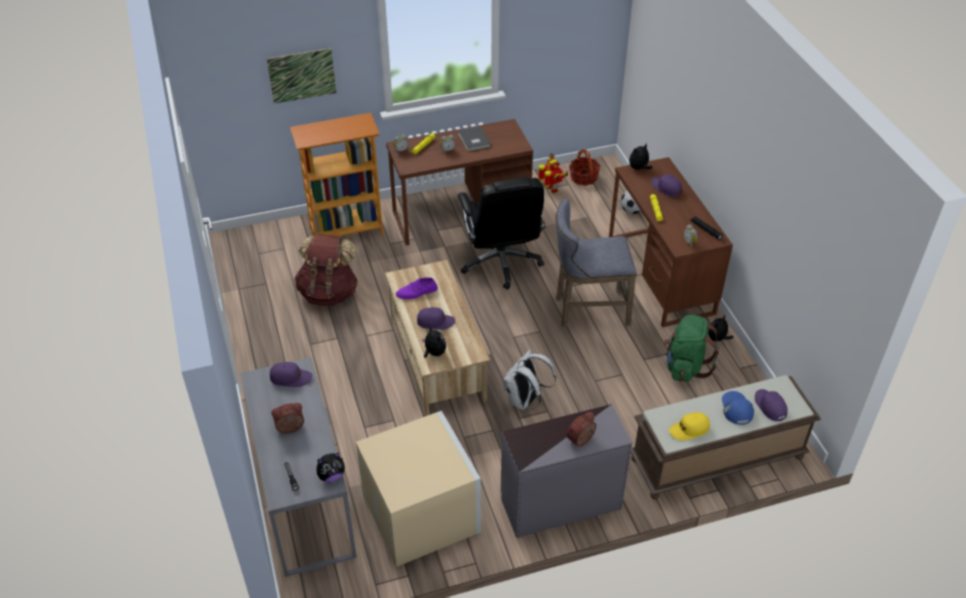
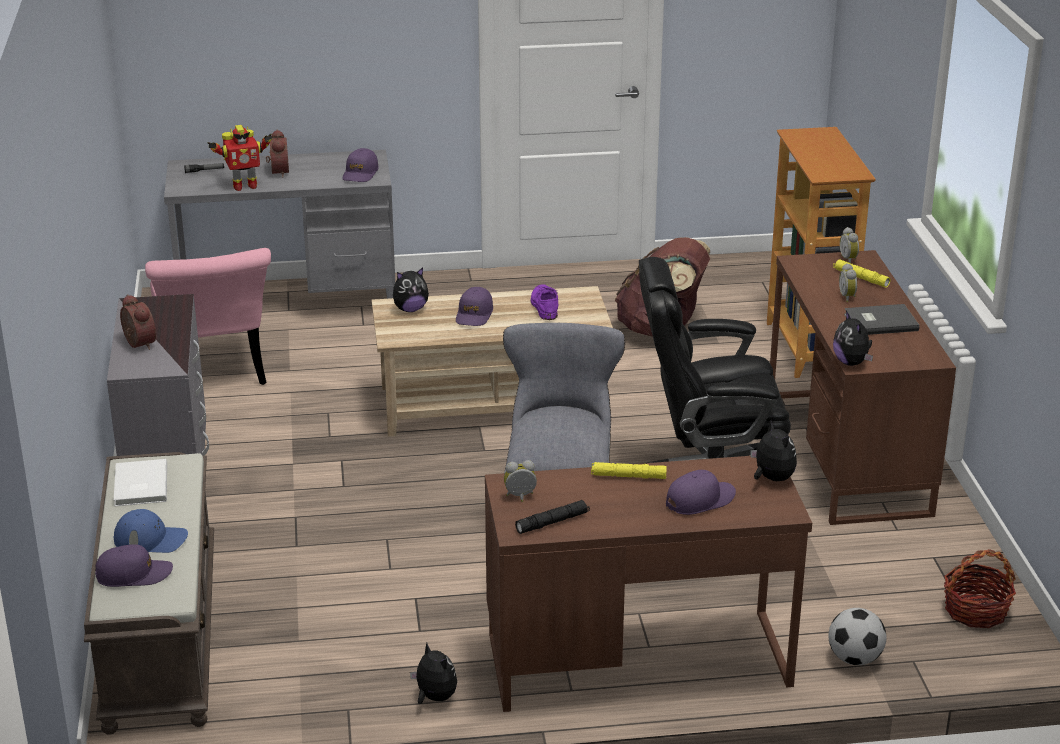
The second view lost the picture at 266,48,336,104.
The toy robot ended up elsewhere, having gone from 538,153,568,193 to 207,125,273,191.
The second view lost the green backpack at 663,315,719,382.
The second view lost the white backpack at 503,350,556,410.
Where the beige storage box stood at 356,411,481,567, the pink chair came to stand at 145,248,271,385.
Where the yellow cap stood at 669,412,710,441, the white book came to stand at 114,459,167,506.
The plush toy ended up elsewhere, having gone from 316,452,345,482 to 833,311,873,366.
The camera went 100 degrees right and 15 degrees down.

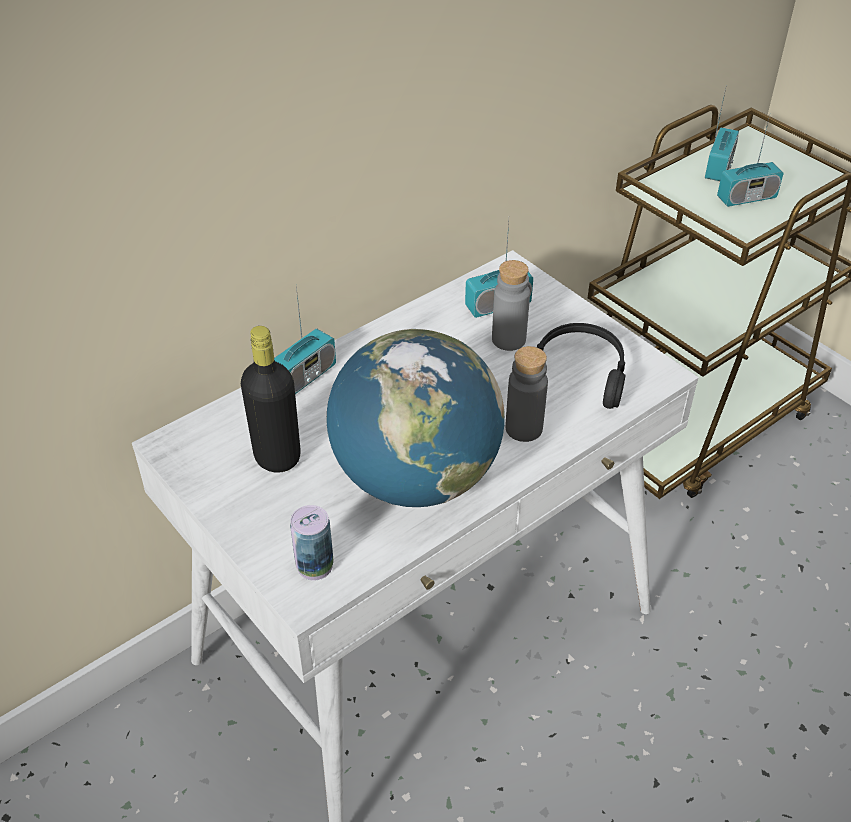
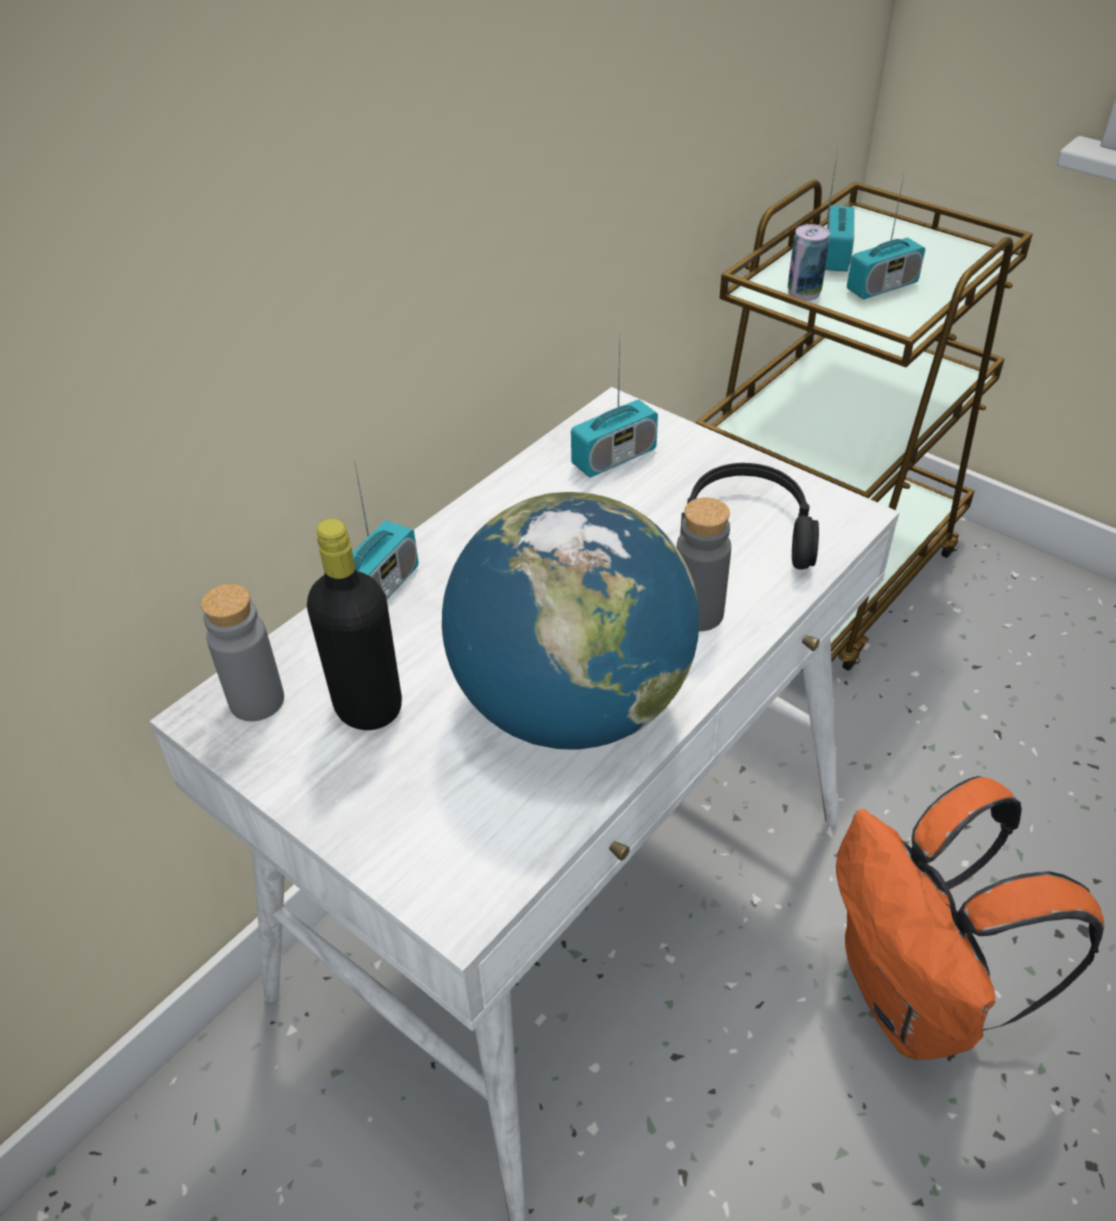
The grey bottle ended up elsewhere, having gone from 492,260,530,351 to 201,584,284,721.
The can ended up elsewhere, having gone from 290,505,334,581 to 788,224,830,301.
The second view gained the orange backpack at 836,776,1105,1060.
The camera went 10 degrees left and 0 degrees up.

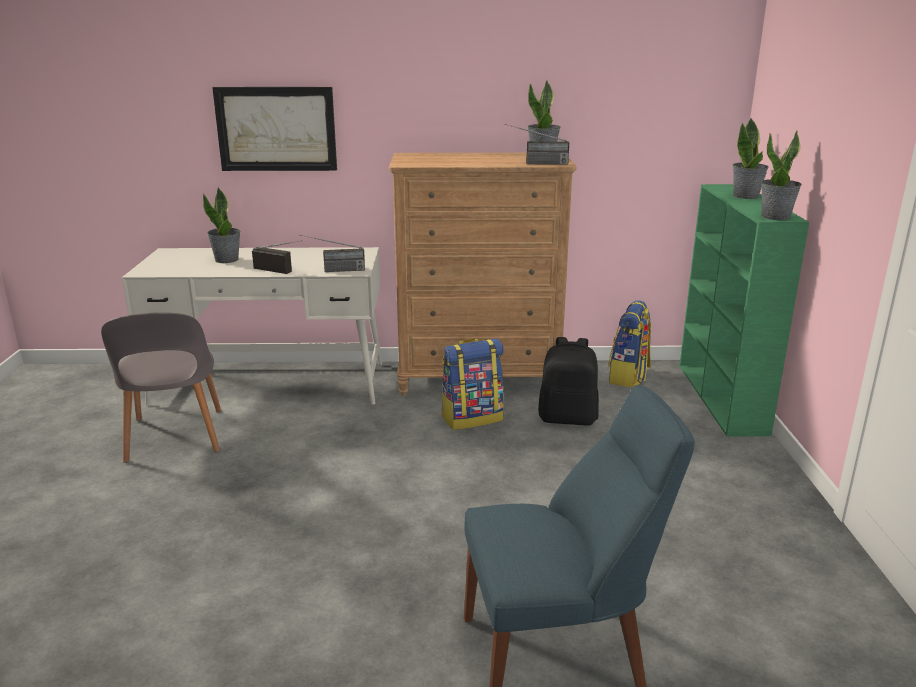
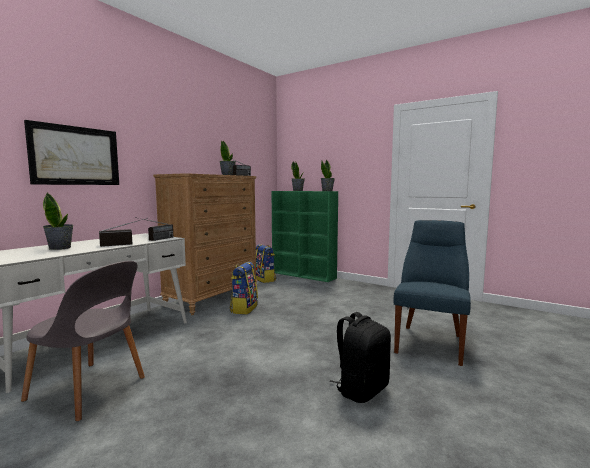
The black backpack ended up elsewhere, having gone from 538,337,599,426 to 329,312,391,403.
The camera went 55 degrees left and 15 degrees down.

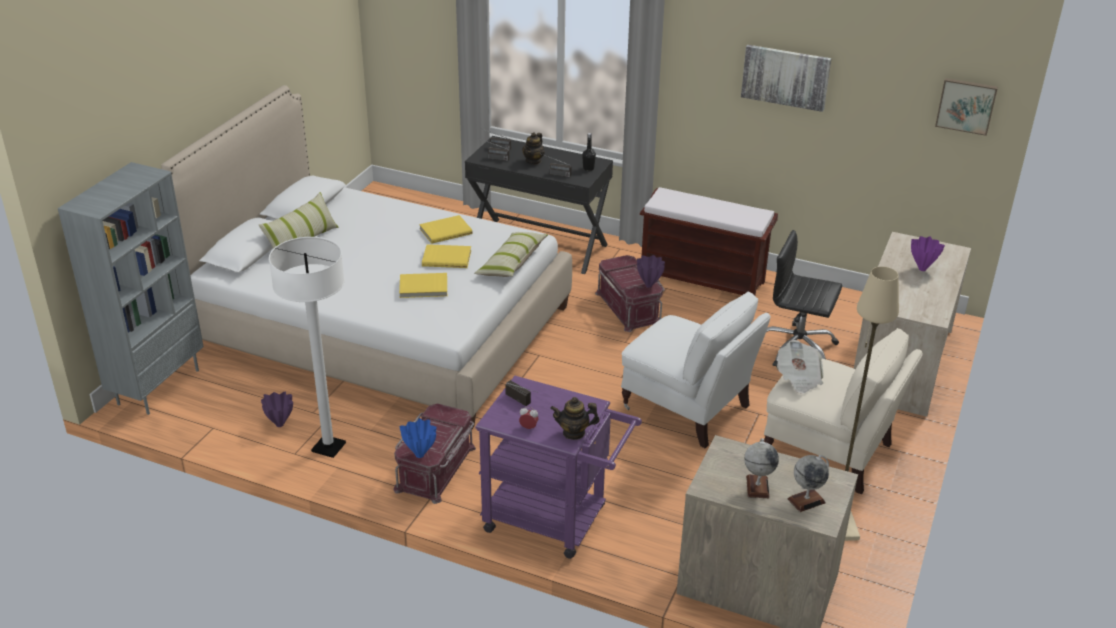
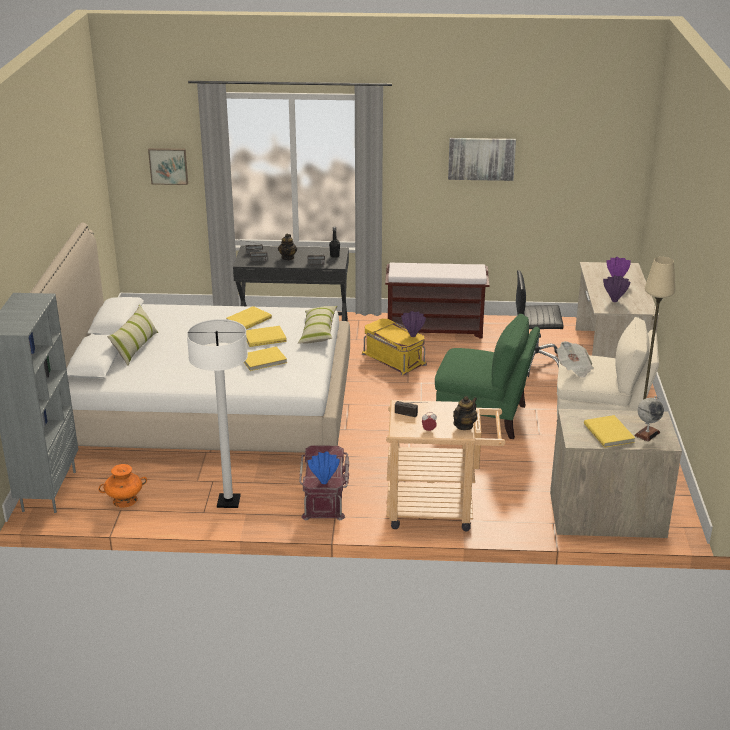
The picture ended up elsewhere, having gone from 935,78,998,136 to 148,148,188,185.
What was the red storage box at 595,255,665,332 turned into the yellow storage box at 362,319,427,375.
What was the white armchair at 621,291,770,449 turned into the green armchair at 435,313,540,439.
What was the purple cart at 475,376,642,559 turned into the beige cart at 386,400,505,531.
The purple vase ended up elsewhere, having gone from 261,392,293,427 to 603,275,631,302.
The teapot at 550,397,600,440 ended up facing another way, 150 degrees clockwise from before.
Where the globe stood at 744,438,779,498, the yellow book came to stand at 584,415,635,448.
The second view gained the orange vase at 99,464,147,508.
The camera went 20 degrees left and 5 degrees down.

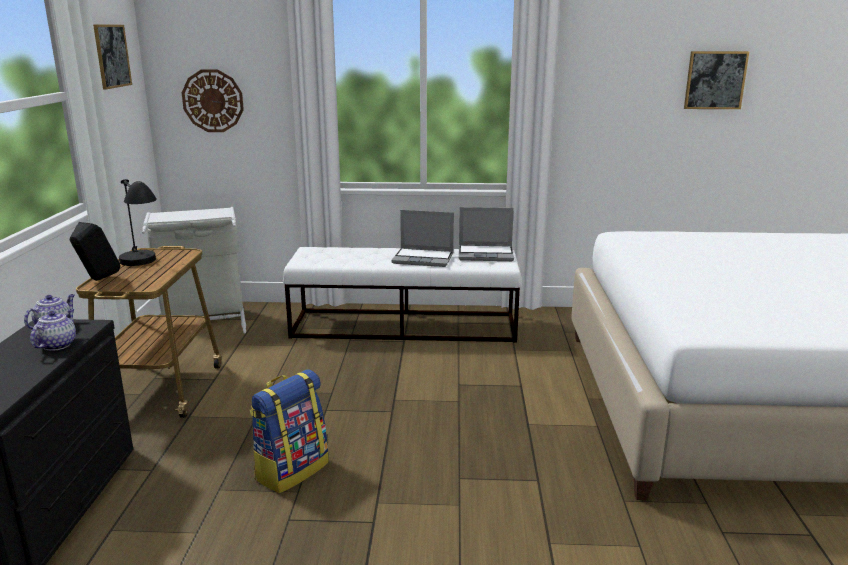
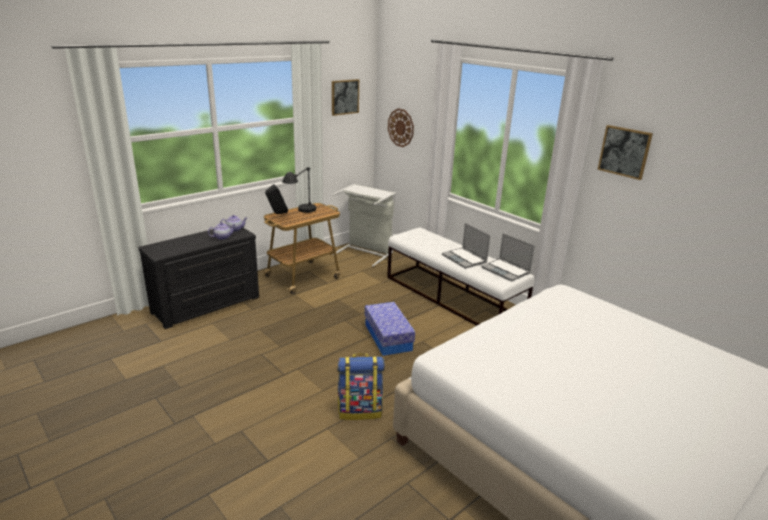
The picture ended up elsewhere, having gone from 684,51,749,109 to 597,125,653,180.
The backpack ended up elsewhere, having gone from 250,369,329,493 to 337,353,384,420.
The second view gained the storage box at 365,302,415,356.
The camera went 45 degrees right and 5 degrees up.

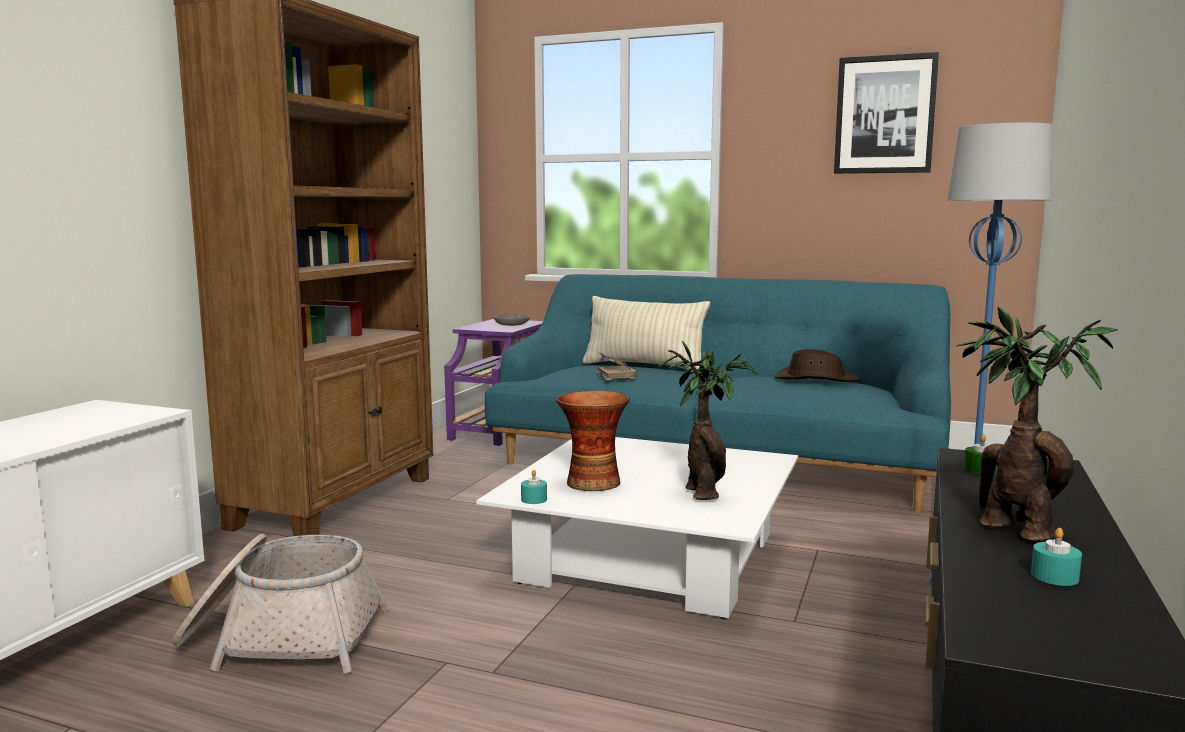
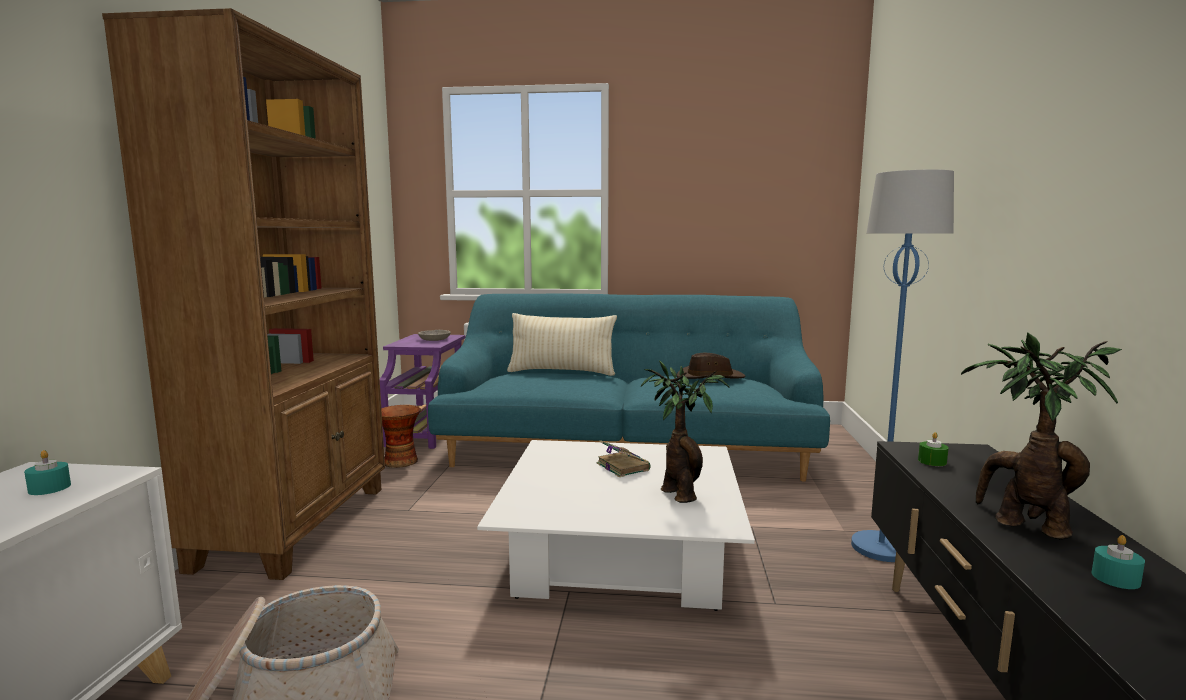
The second view lost the picture at 834,52,939,174.
The book ended up elsewhere, having gone from 596,352,638,380 to 596,440,651,477.
The vase ended up elsewhere, having gone from 556,391,630,491 to 381,405,421,468.
The turquoise candle ended up elsewhere, having gone from 521,470,547,504 to 24,450,71,495.
The camera went 15 degrees left and 0 degrees up.

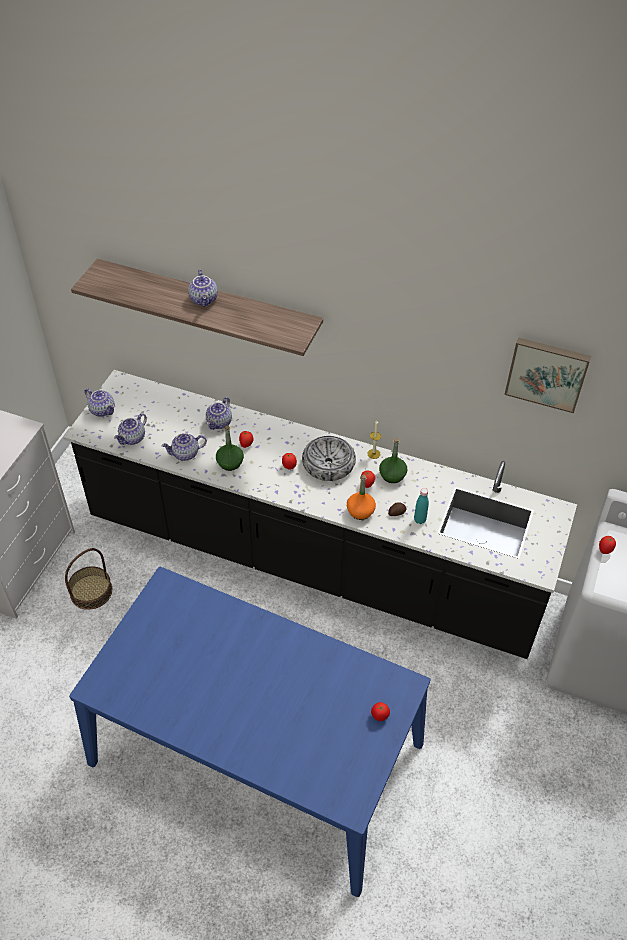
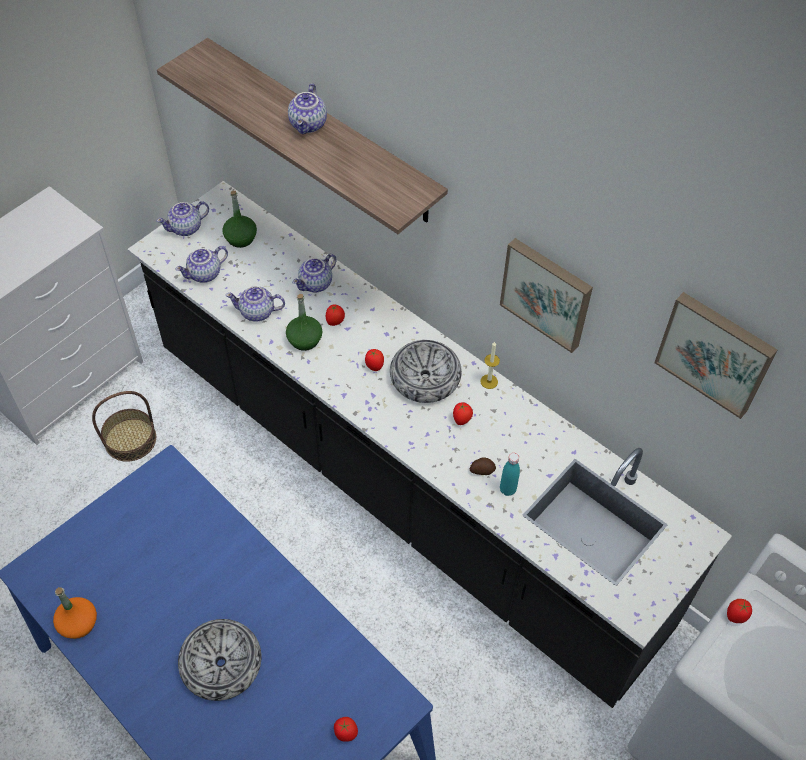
The teapot at 84,388,115,417 ended up facing another way, 90 degrees clockwise from before.
The green bottle ended up elsewhere, having gone from 379,438,407,483 to 222,191,257,248.
The orange bottle ended up elsewhere, having gone from 347,474,376,520 to 53,587,97,639.
The second view gained the picture at 500,238,593,353.
The second view gained the bowl at 178,619,261,701.
The camera went 20 degrees right and 5 degrees up.

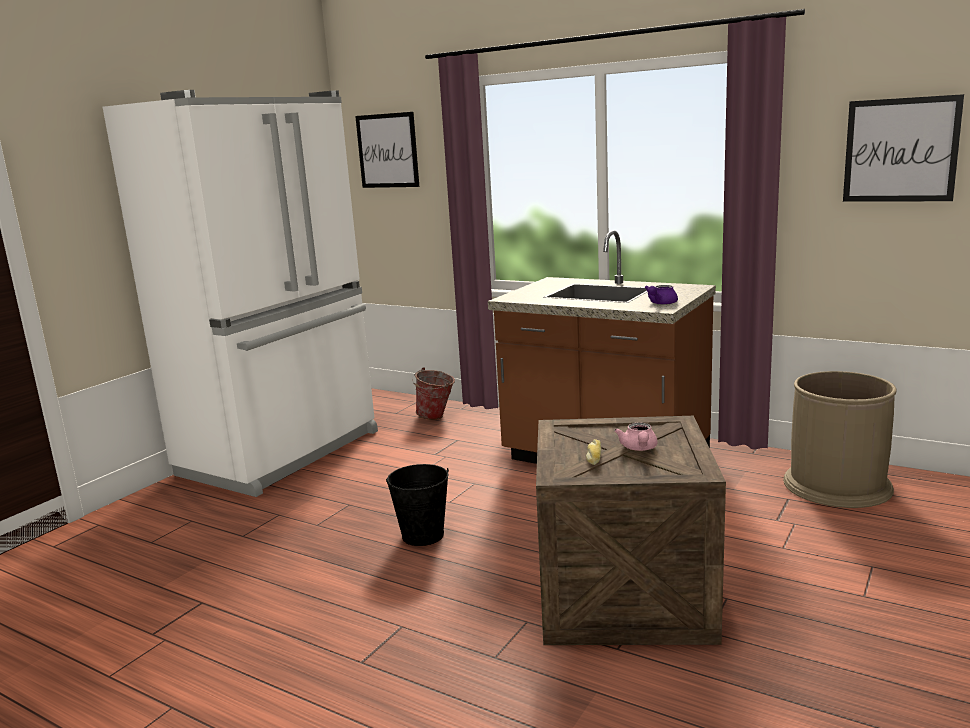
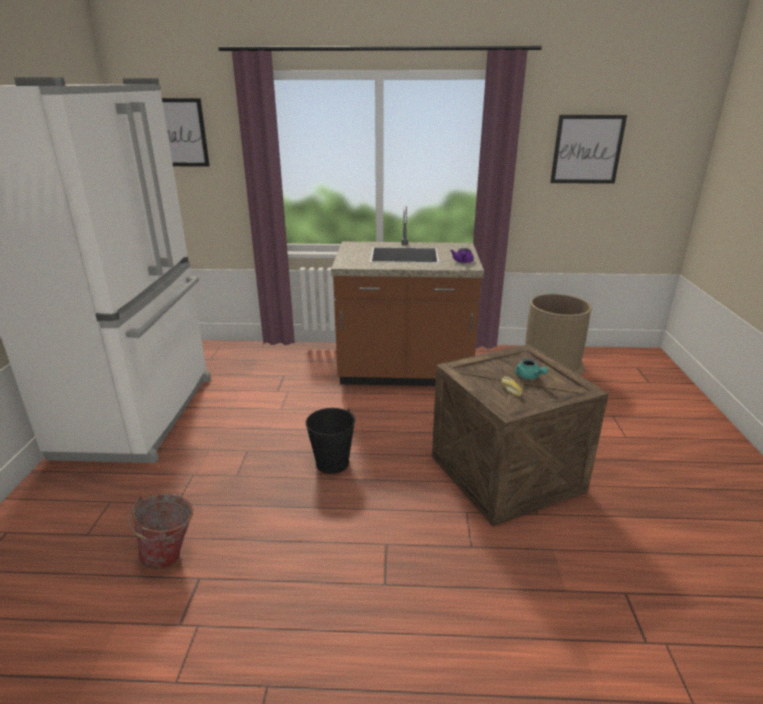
The bucket ended up elsewhere, having gone from 412,367,455,420 to 128,493,193,569.
What was the pink teapot at 614,422,657,451 turned into the turquoise teapot at 515,358,548,379.
The camera went 30 degrees left and 10 degrees up.

